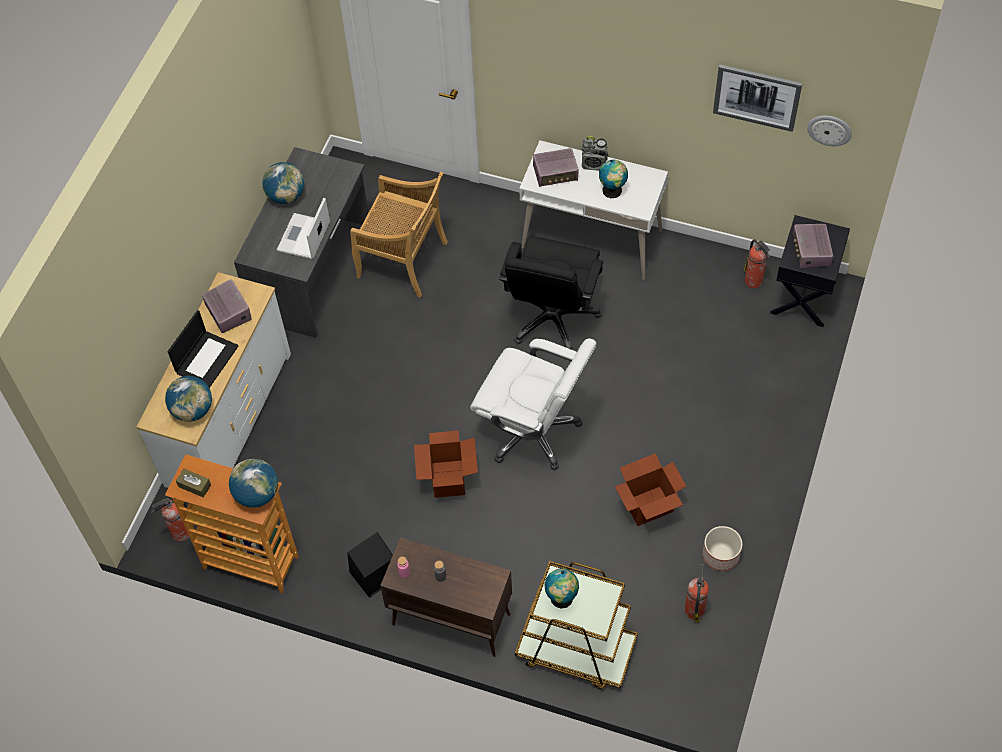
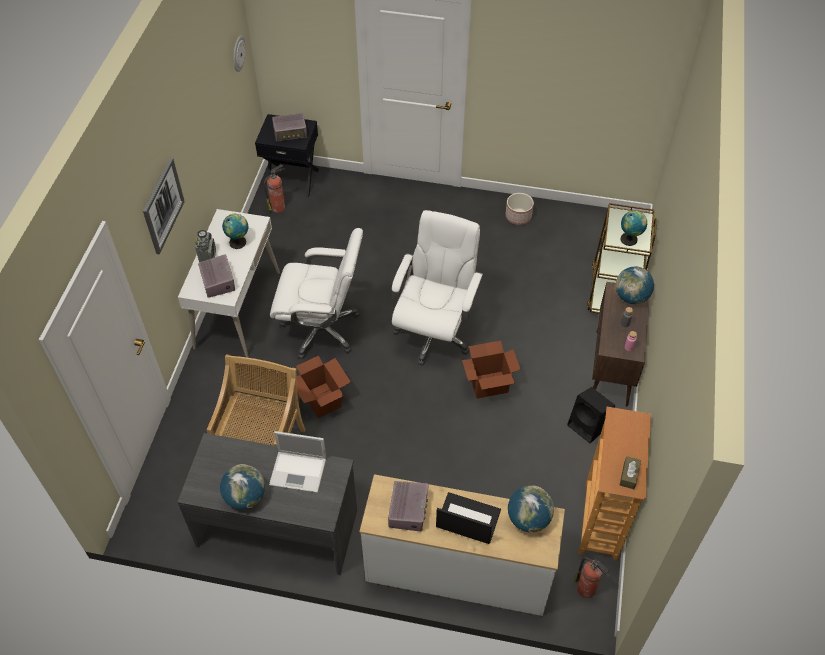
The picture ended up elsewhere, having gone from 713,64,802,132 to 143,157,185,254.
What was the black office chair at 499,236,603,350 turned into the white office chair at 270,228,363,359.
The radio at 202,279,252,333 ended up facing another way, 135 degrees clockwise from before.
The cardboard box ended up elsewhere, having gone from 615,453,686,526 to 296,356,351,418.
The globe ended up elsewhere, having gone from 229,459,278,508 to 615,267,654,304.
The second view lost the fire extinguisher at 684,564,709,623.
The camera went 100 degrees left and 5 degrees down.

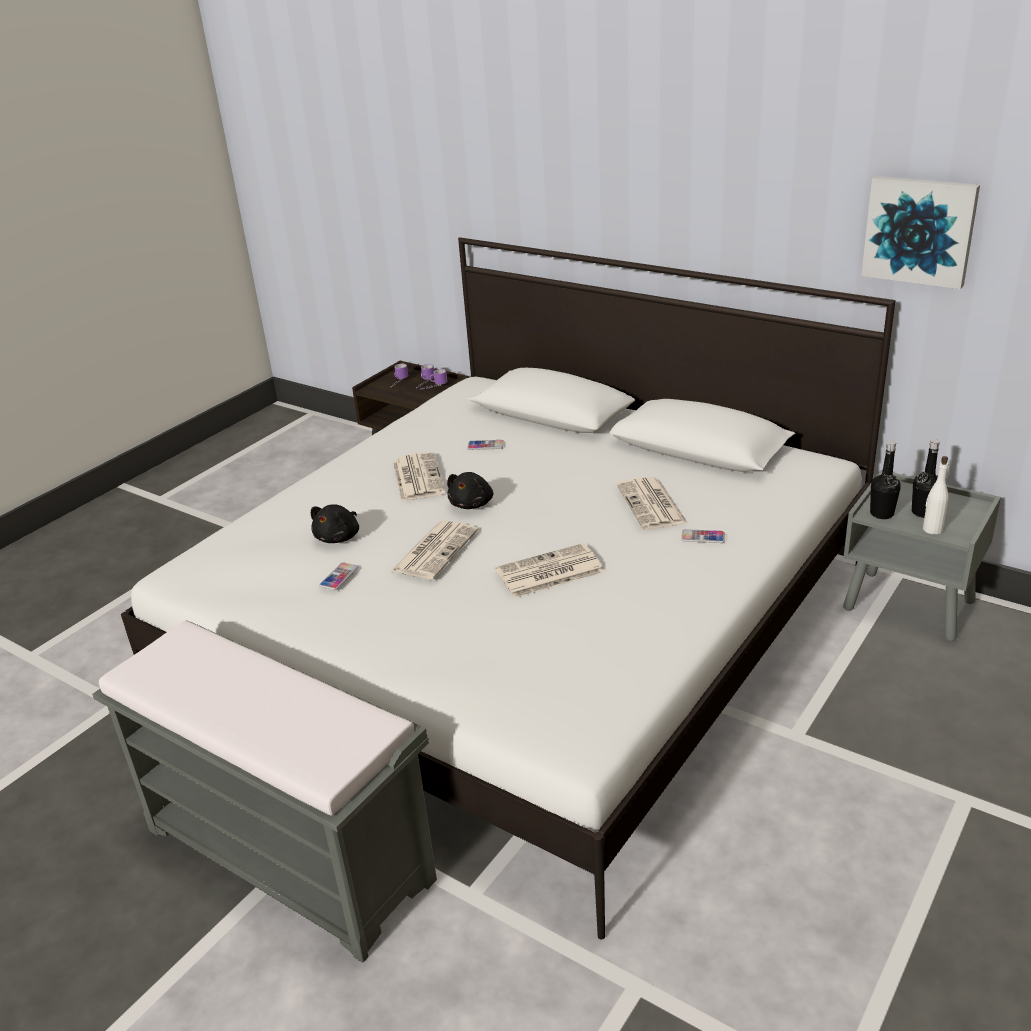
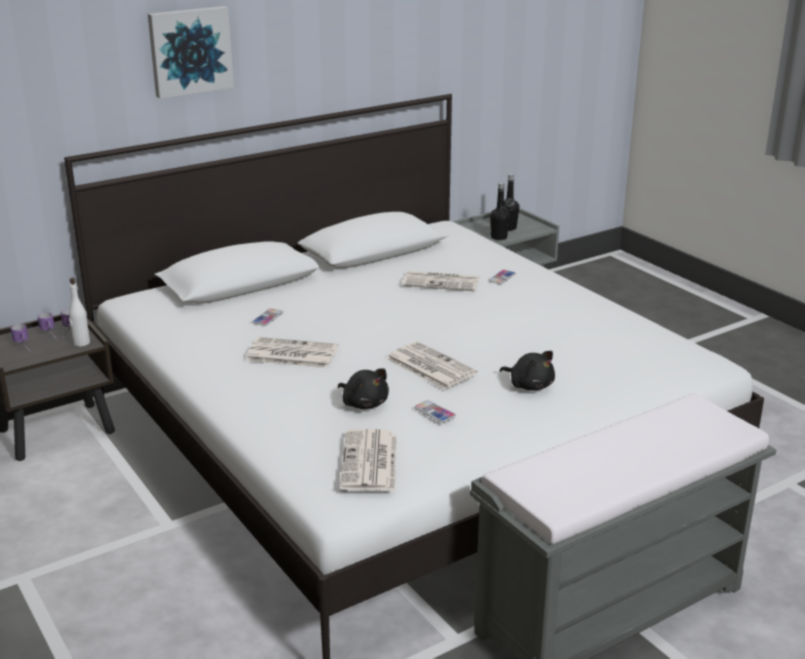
The picture ended up elsewhere, having gone from 861,176,980,289 to 148,6,234,98.
The white bottle ended up elsewhere, having gone from 923,456,949,534 to 69,278,90,347.
The black plush toy ended up elsewhere, having gone from 447,472,493,509 to 500,351,555,391.
The newspaper ended up elsewhere, having gone from 495,543,604,598 to 340,429,397,491.
The camera went 70 degrees left and 5 degrees down.

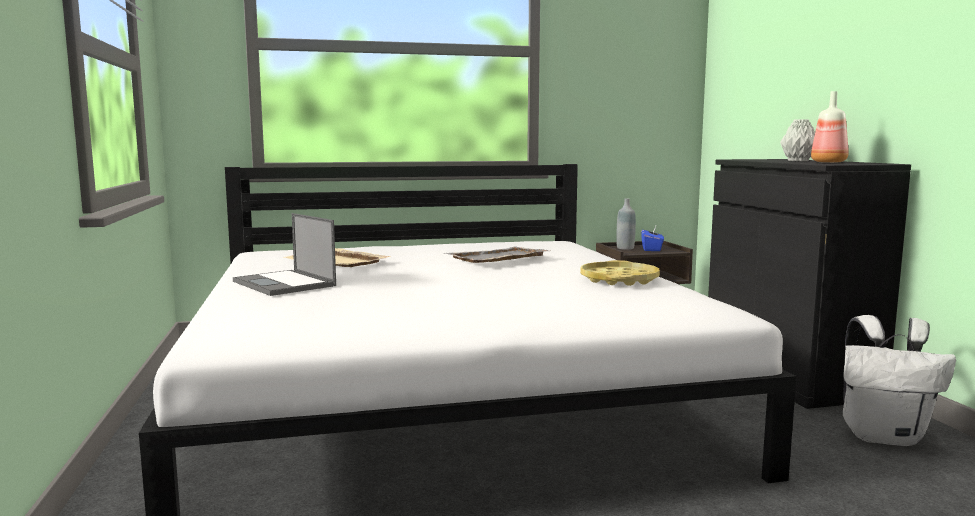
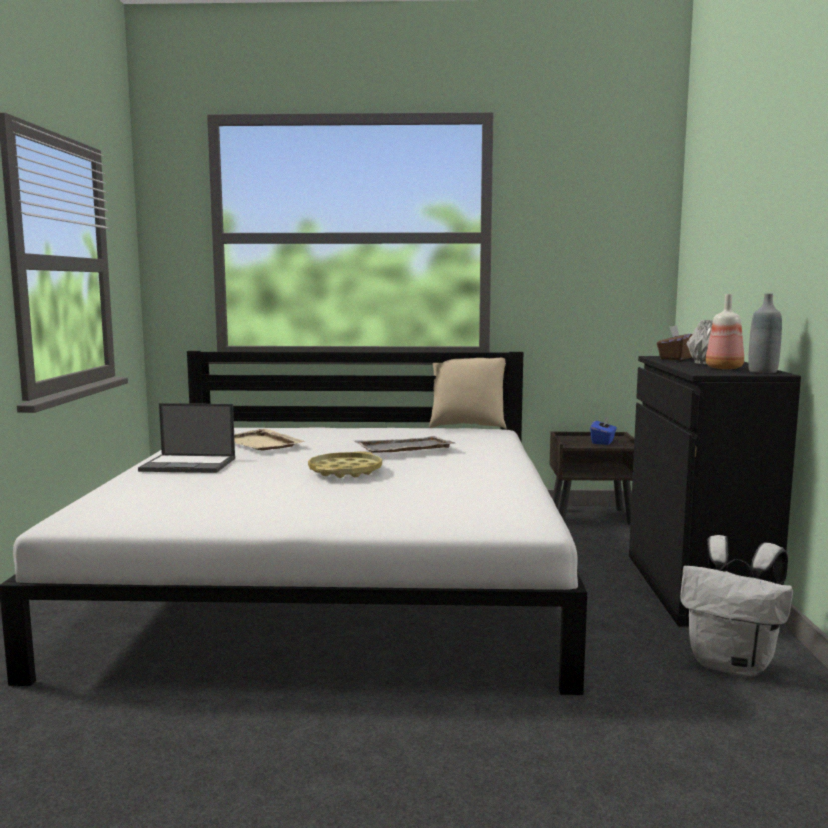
The grey bottle ended up elsewhere, having gone from 616,198,636,250 to 748,293,782,373.
The laptop at 233,213,336,296 ended up facing another way, 60 degrees counterclockwise from before.
The yellow tray ended up elsewhere, having gone from 580,260,660,286 to 308,451,382,478.
The second view gained the brown tissue box at 657,325,692,360.
The second view gained the beige pillow at 429,358,506,429.
The camera went 15 degrees right and 0 degrees up.

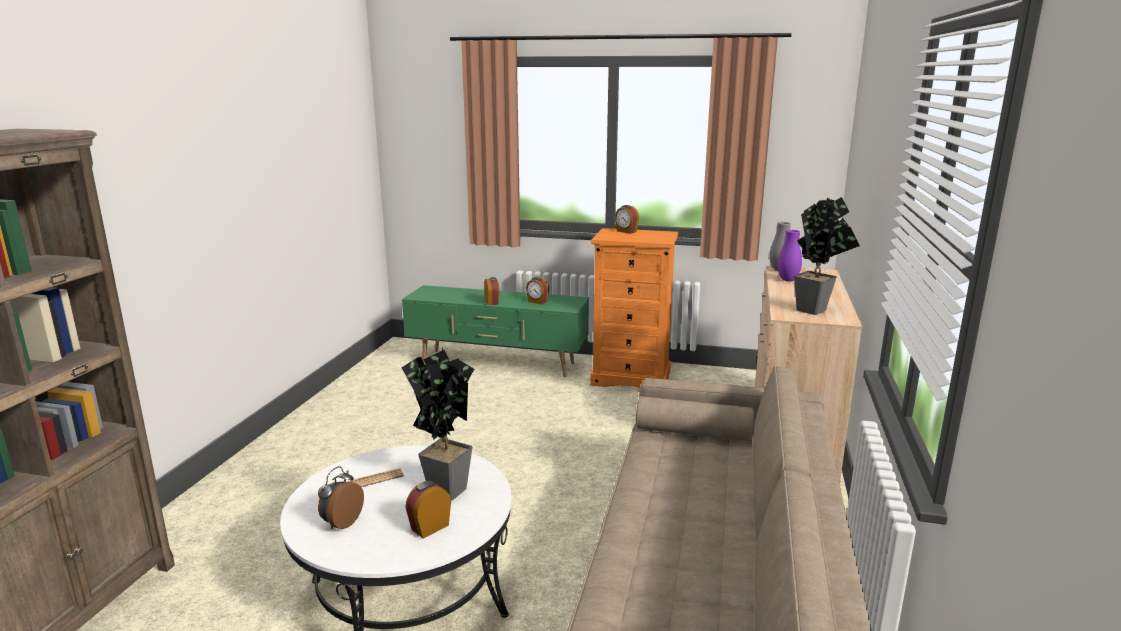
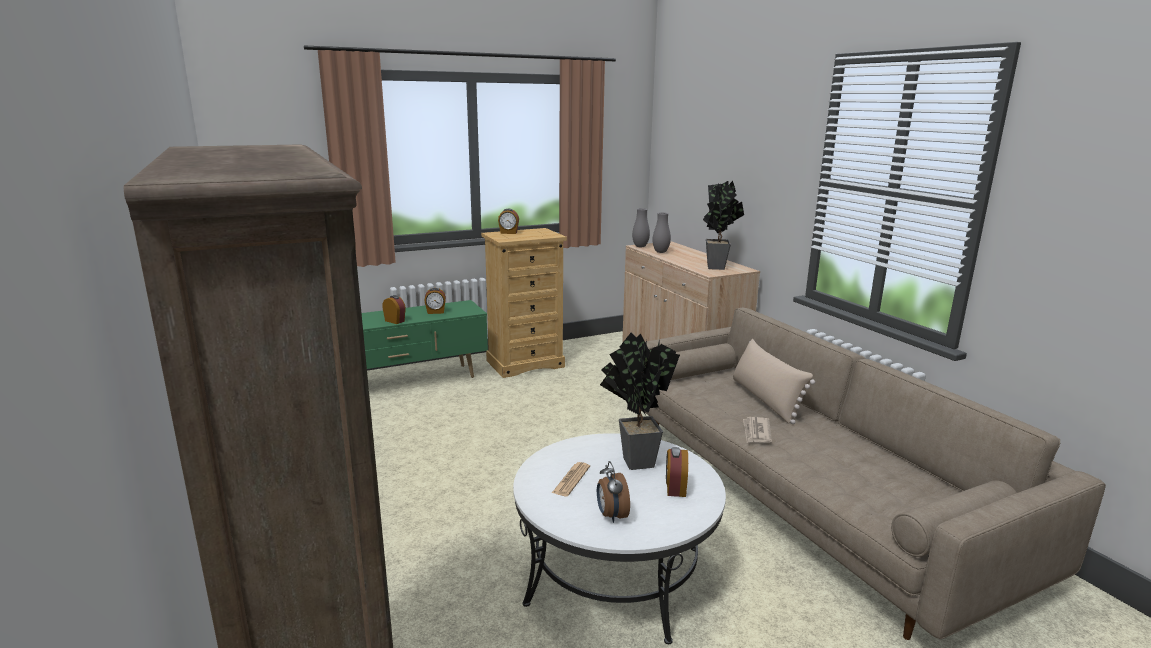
What was the orange dresser at 590,228,678,388 turned into the beige dresser at 481,228,567,378.
What was the purple vase at 778,230,802,281 turned into the grey vase at 652,212,671,253.
The second view gained the beige pillow at 733,339,815,424.
The second view gained the newspaper at 743,417,772,443.
The camera went 40 degrees left and 0 degrees up.

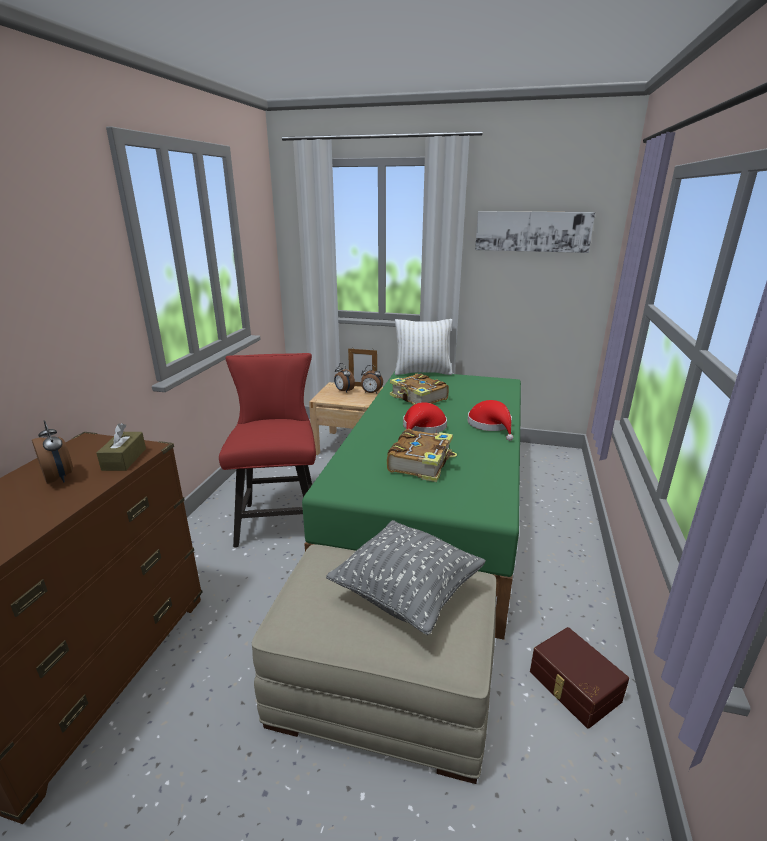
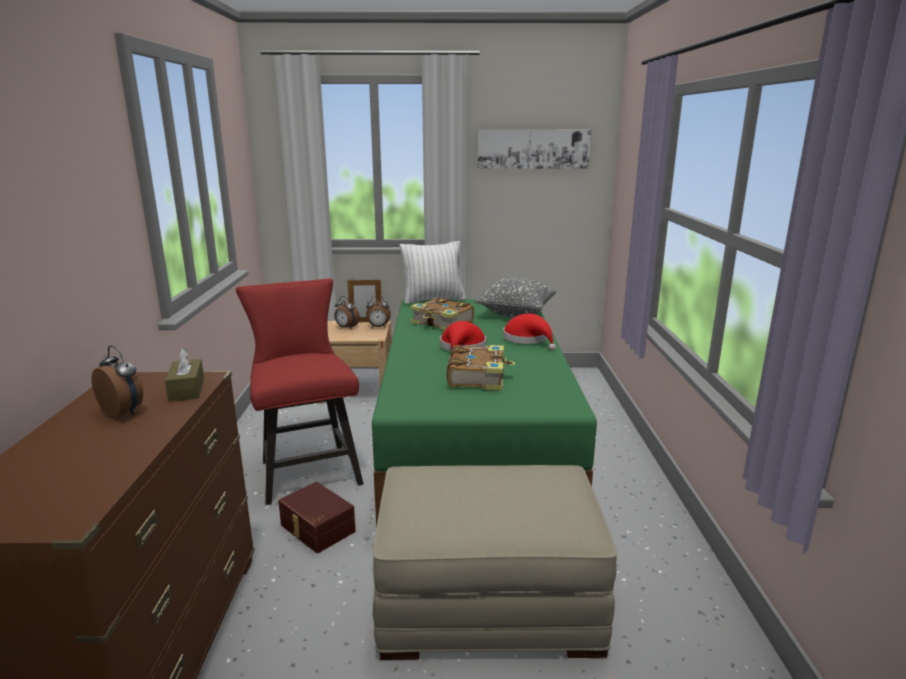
The grey pillow ended up elsewhere, having gone from 326,520,486,635 to 474,277,556,318.
The brown storage box ended up elsewhere, having gone from 530,627,629,729 to 278,482,356,553.
The camera went 15 degrees left and 5 degrees down.

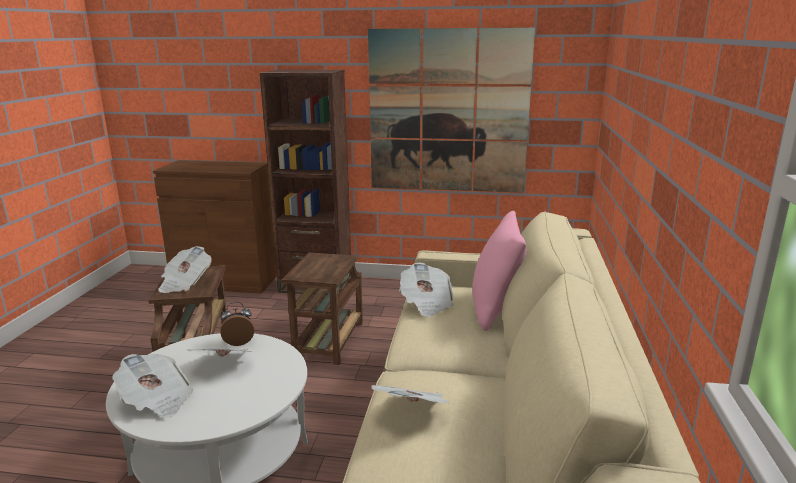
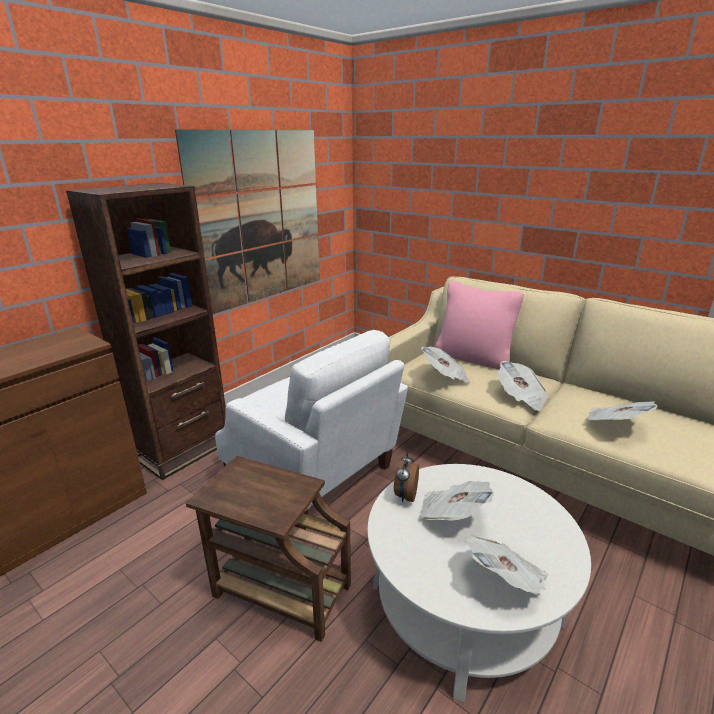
The newspaper ended up elsewhere, having gone from 158,246,212,293 to 497,361,549,411.
Where the brown side table stood at 281,252,363,365, the white armchair came to stand at 215,330,408,530.
The camera went 60 degrees left and 5 degrees up.

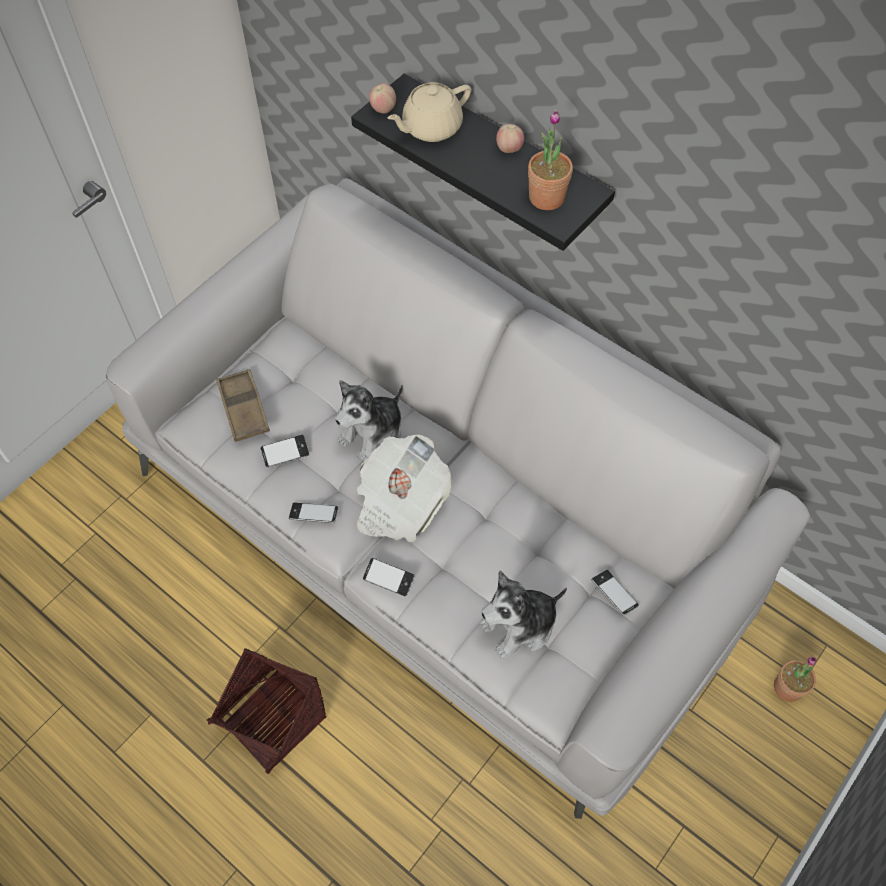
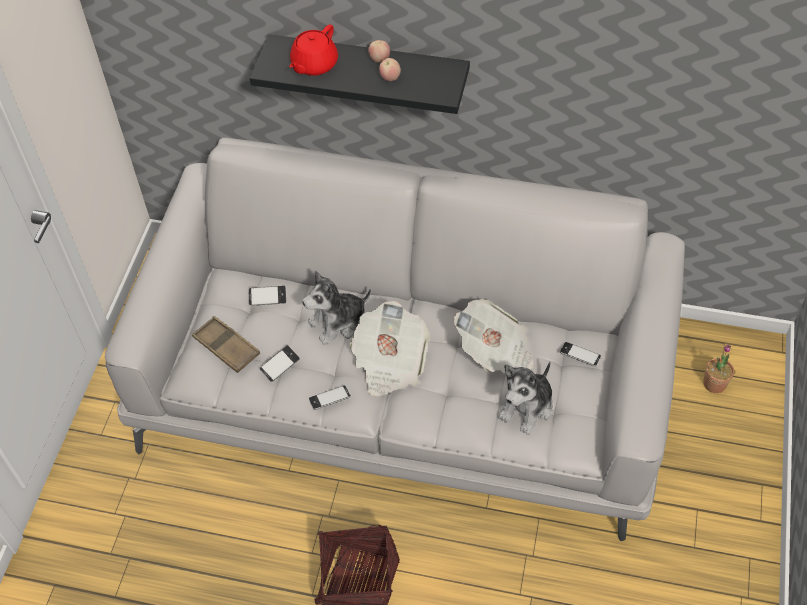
What was the beige teapot at 387,82,471,142 turned into the red teapot at 289,24,338,76.
The apple ended up elsewhere, having gone from 369,83,396,113 to 379,58,401,81.
The second view lost the potted plant at 528,110,573,210.
The plush toy at 335,380,403,461 ended up facing another way, 45 degrees clockwise from before.
The phone ended up elsewhere, having gone from 363,558,414,596 to 249,286,286,306.
The second view gained the newspaper at 454,299,534,374.
The camera went 25 degrees left and 5 degrees down.

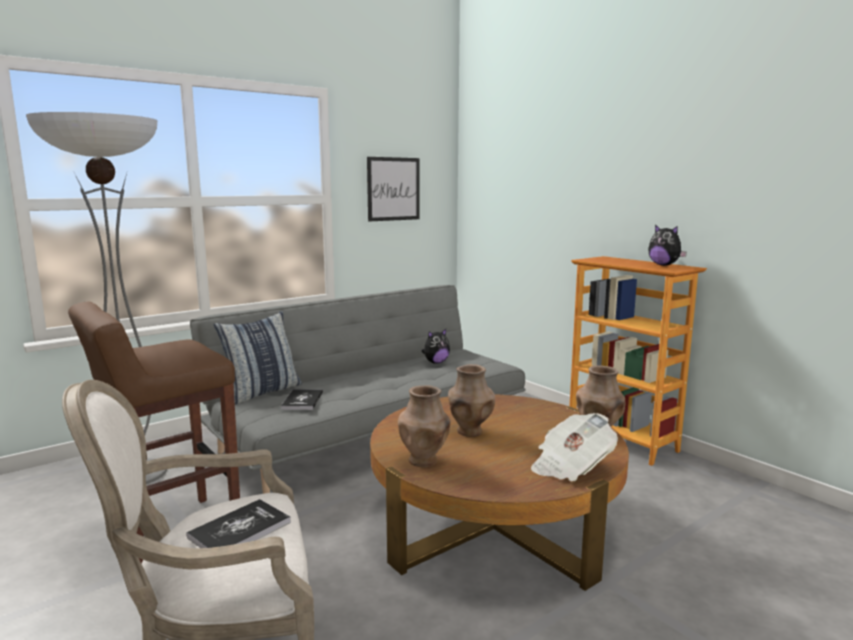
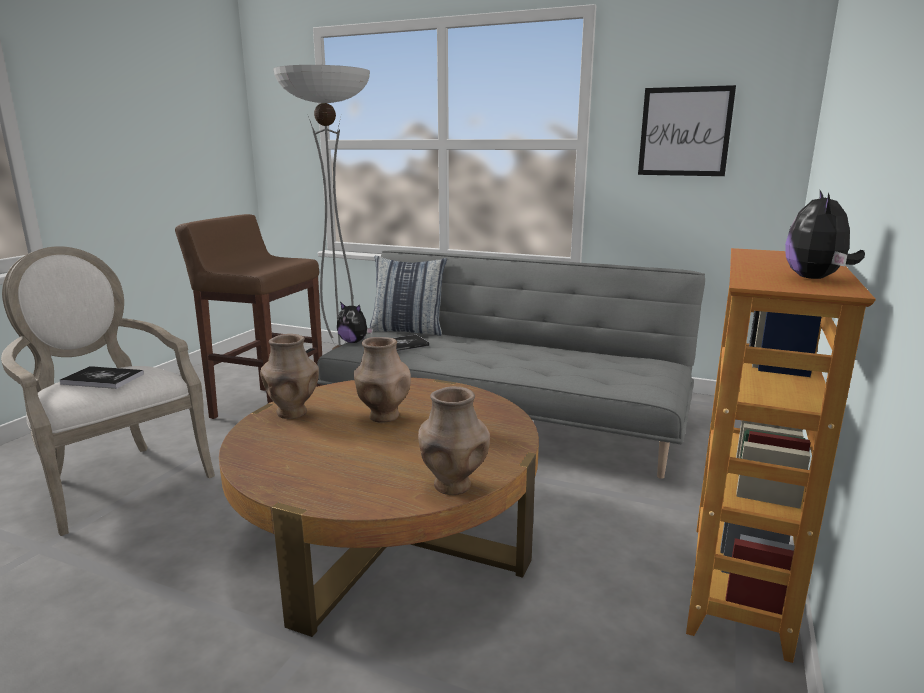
The plush toy ended up elsewhere, having gone from 421,329,450,364 to 337,302,373,343.
The second view lost the newspaper at 531,413,618,481.
The camera went 60 degrees right and 5 degrees up.

